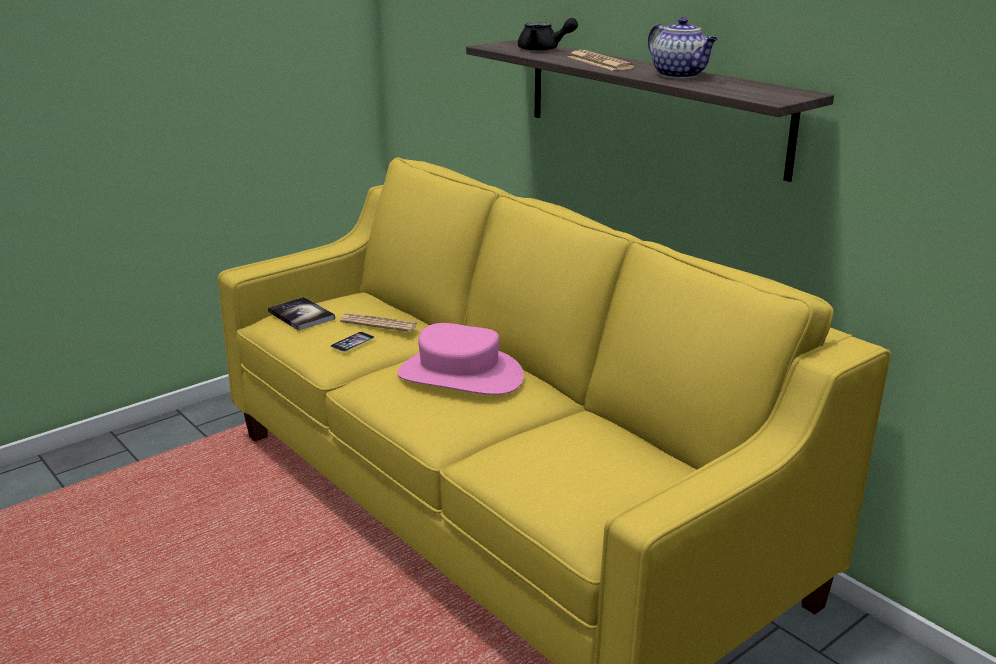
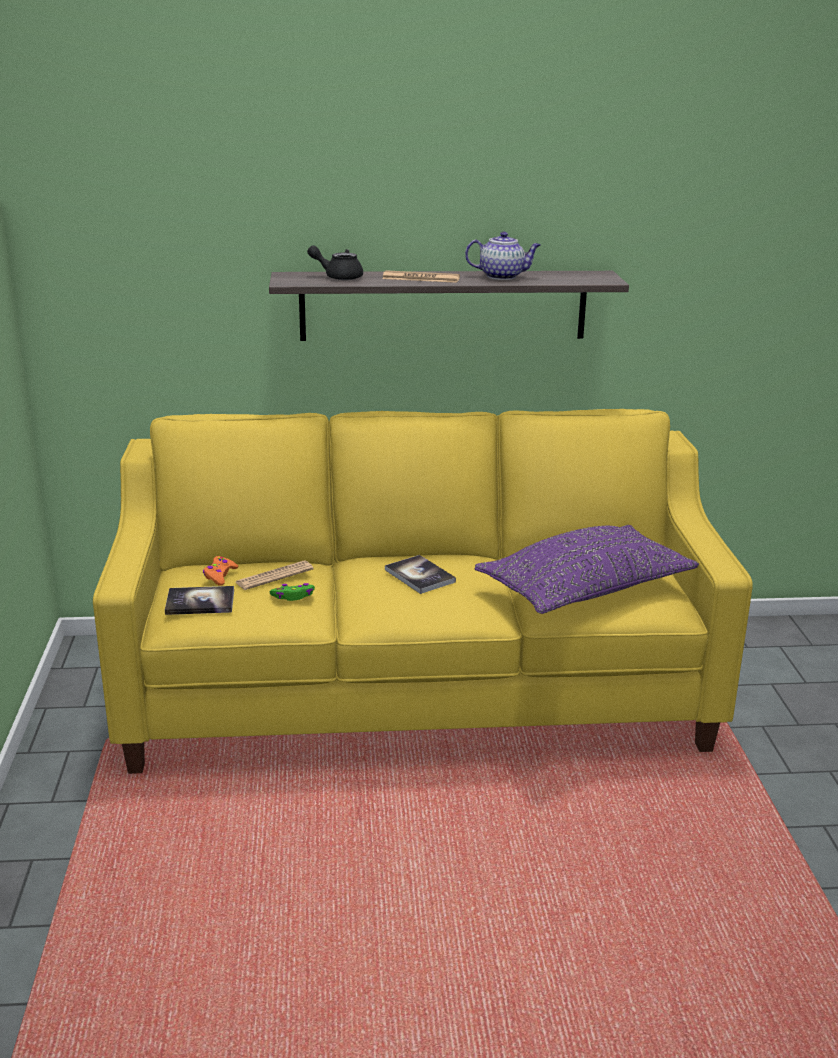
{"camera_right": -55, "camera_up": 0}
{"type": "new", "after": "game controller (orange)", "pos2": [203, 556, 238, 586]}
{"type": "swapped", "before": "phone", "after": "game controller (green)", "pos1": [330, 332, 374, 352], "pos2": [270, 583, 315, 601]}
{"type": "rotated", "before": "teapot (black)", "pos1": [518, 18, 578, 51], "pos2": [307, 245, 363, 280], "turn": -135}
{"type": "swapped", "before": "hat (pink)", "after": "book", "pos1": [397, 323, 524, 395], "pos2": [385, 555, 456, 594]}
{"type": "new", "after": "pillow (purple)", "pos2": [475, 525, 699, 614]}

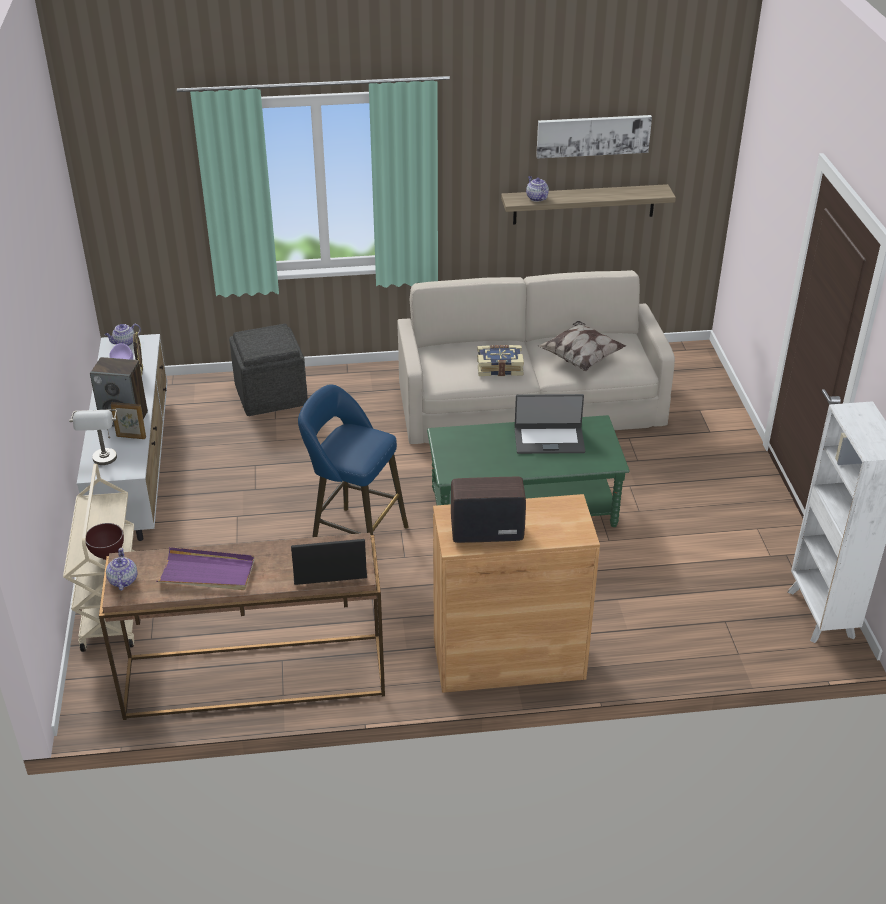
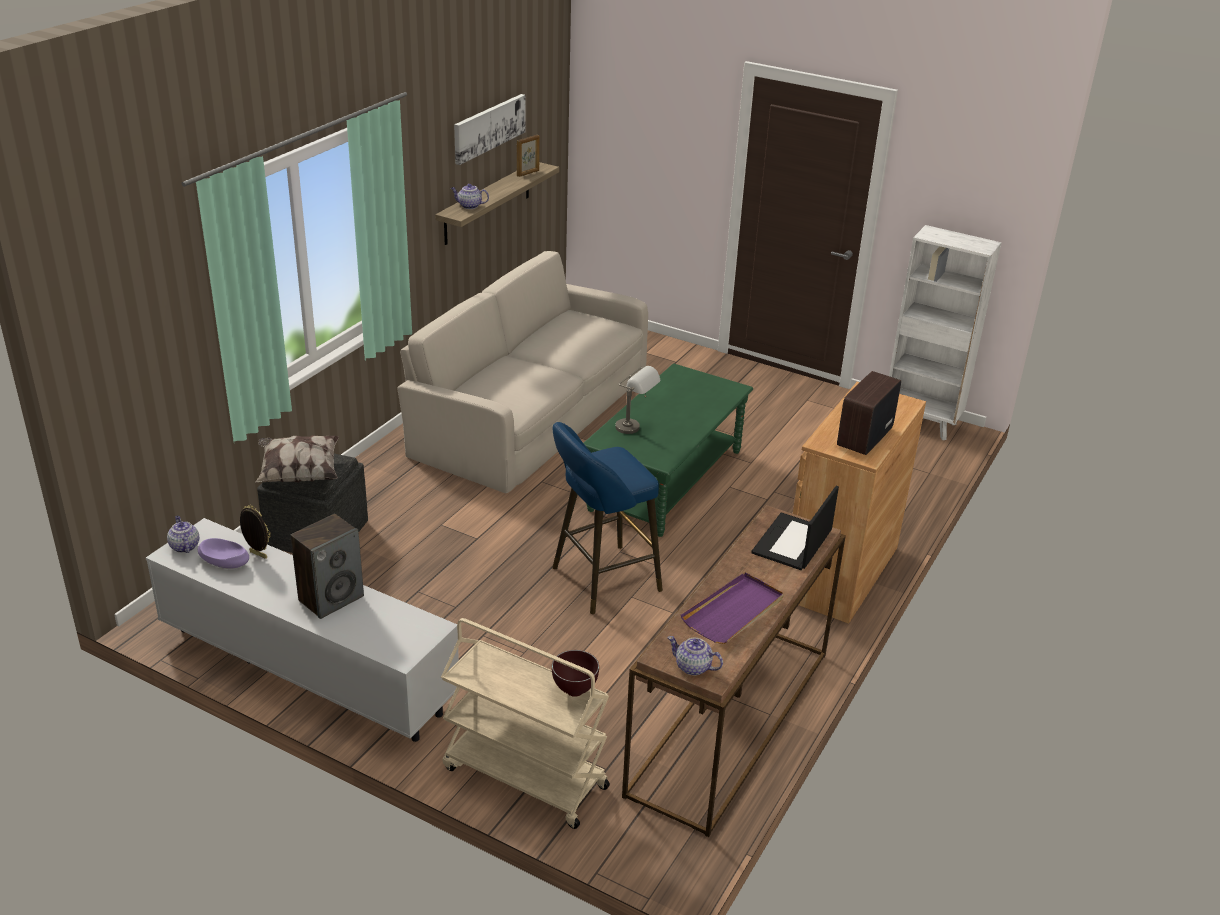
{"camera_right": -55, "camera_up": -5}
{"type": "rotated", "before": "teapot", "pos1": [105, 324, 141, 346], "pos2": [167, 516, 199, 553], "turn": 150}
{"type": "shifted", "before": "pillow", "pos1": [538, 321, 626, 371], "pos2": [255, 436, 339, 483]}
{"type": "shifted", "before": "picture frame", "pos1": [111, 402, 146, 439], "pos2": [517, 135, 540, 177]}
{"type": "shifted", "before": "table lamp (grey)", "pos1": [69, 409, 117, 465], "pos2": [615, 366, 660, 434]}
{"type": "gone", "before": "book", "pos1": [477, 345, 524, 376]}
{"type": "gone", "before": "laptop", "pos1": [515, 394, 585, 454]}

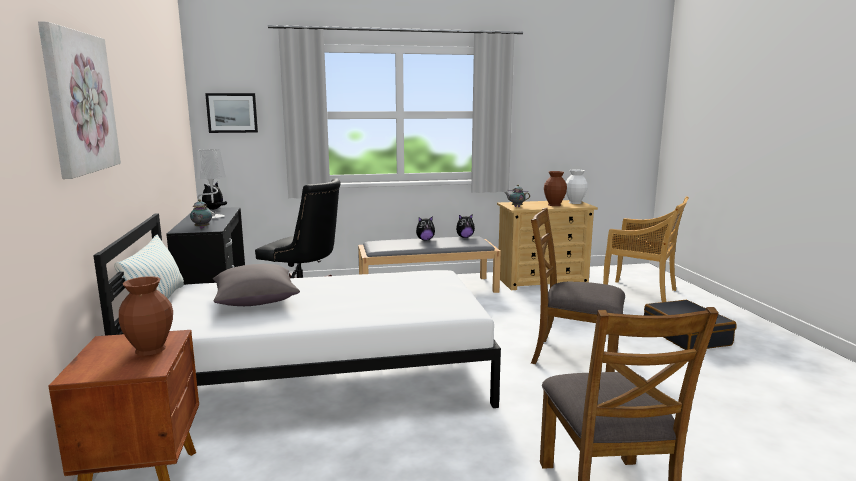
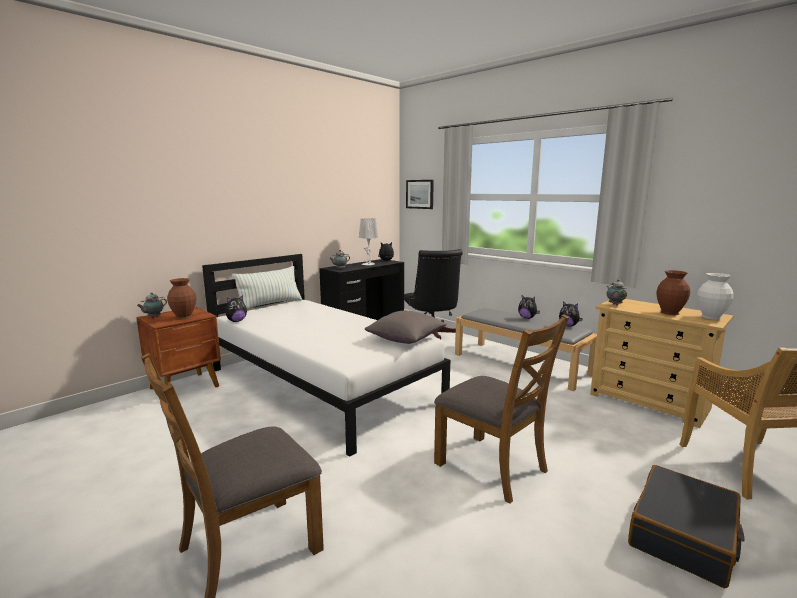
{"camera_right": 55, "camera_up": 0}
{"type": "new", "after": "teapot", "pos2": [137, 293, 167, 318]}
{"type": "new", "after": "plush toy", "pos2": [225, 295, 247, 322]}
{"type": "shifted", "before": "pillow (grey)", "pos1": [213, 264, 300, 306], "pos2": [365, 311, 447, 344]}
{"type": "rotated", "before": "chair (brown)", "pos1": [531, 208, 625, 372], "pos2": [434, 314, 569, 504], "turn": 150}
{"type": "gone", "before": "picture", "pos1": [38, 21, 121, 179]}

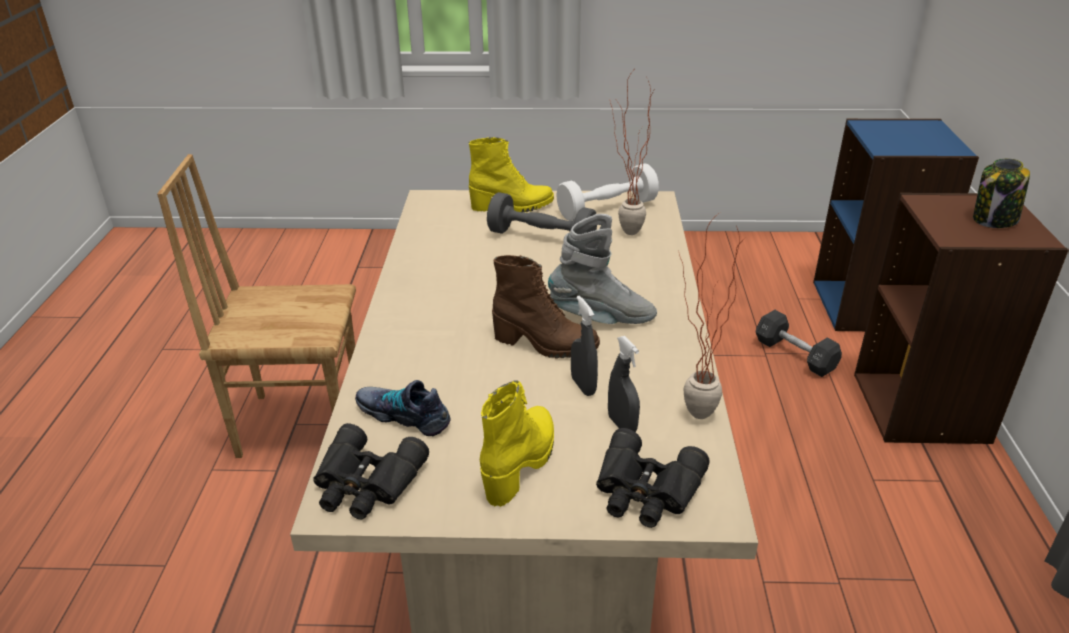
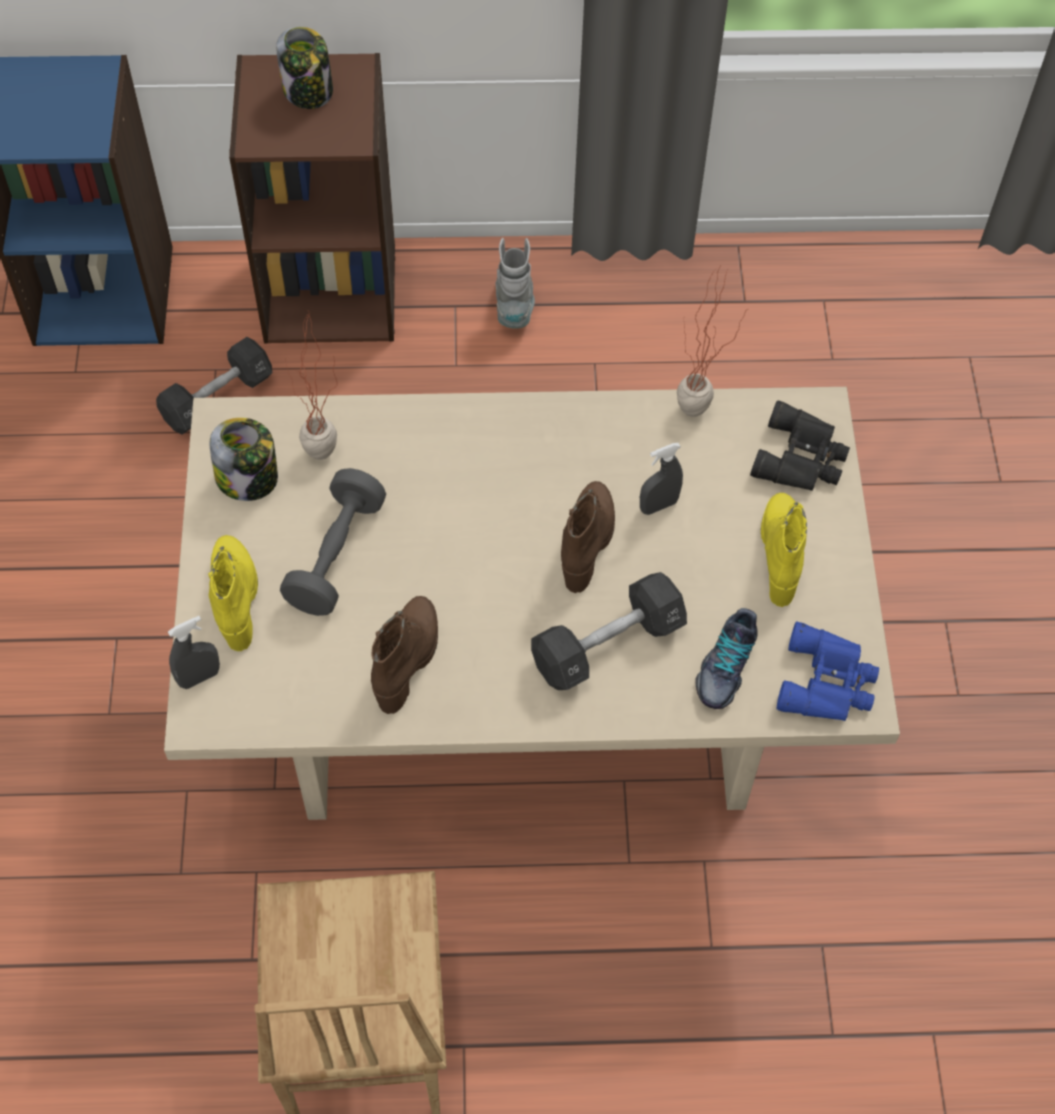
{"camera_right": -95, "camera_up": 25}
{"type": "shifted", "before": "spray bottle (grey)", "pos1": [608, 336, 640, 432], "pos2": [168, 616, 220, 689]}
{"type": "swapped", "before": "dumbbell (white)", "after": "jar", "pos1": [556, 163, 659, 221], "pos2": [209, 418, 278, 501]}
{"type": "new", "after": "boot (brown)", "pos2": [371, 596, 438, 714]}
{"type": "shifted", "before": "boot (grey)", "pos1": [548, 214, 657, 324], "pos2": [496, 238, 535, 329]}
{"type": "new", "after": "dumbbell (black)", "pos2": [531, 572, 687, 690]}
{"type": "rotated", "before": "boot (yellow)", "pos1": [480, 380, 554, 507], "pos2": [761, 493, 807, 607], "turn": 75}
{"type": "repainted", "before": "binoculars (black)", "after": "binoculars (blue)", "pos1": [313, 423, 429, 520], "pos2": [777, 622, 879, 721]}

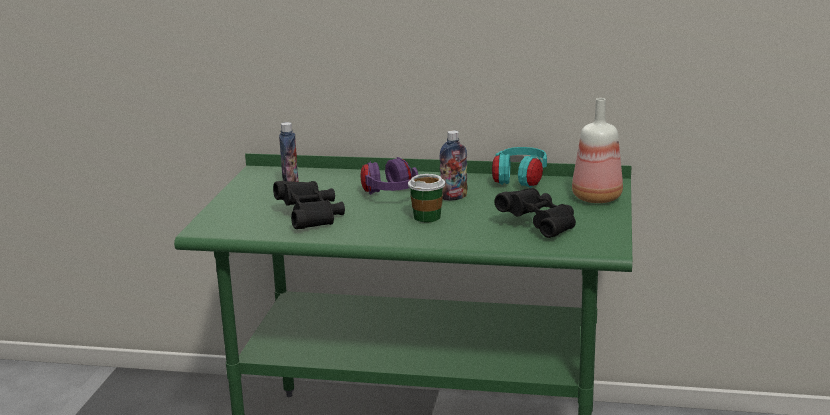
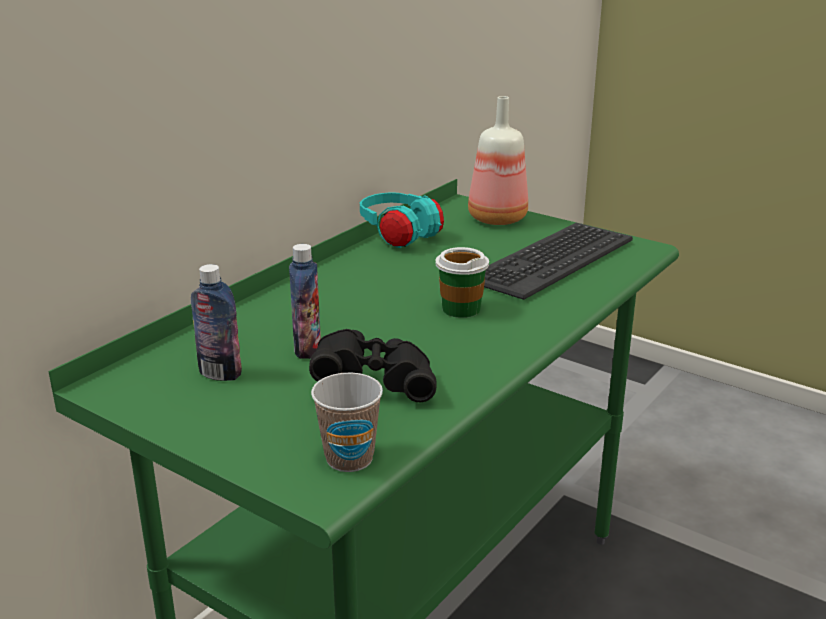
{"camera_right": -65, "camera_up": 5}
{"type": "shifted", "before": "bottle", "pos1": [439, 130, 468, 200], "pos2": [289, 244, 321, 359]}
{"type": "new", "after": "cup", "pos2": [311, 373, 383, 472]}
{"type": "swapped", "before": "binoculars (black)", "after": "keyboard", "pos1": [494, 188, 576, 238], "pos2": [484, 223, 633, 300]}
{"type": "gone", "before": "headphones (purple)", "pos1": [360, 157, 418, 195]}

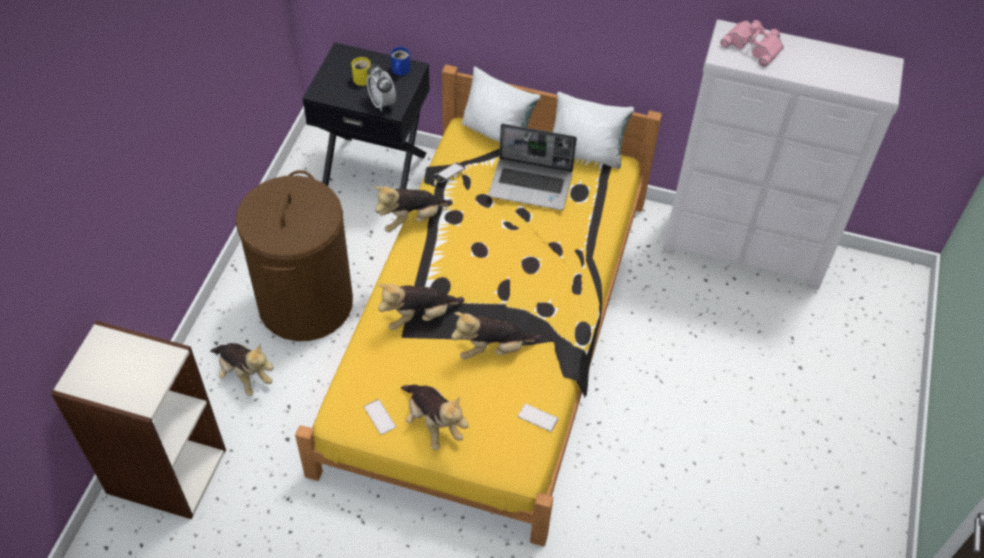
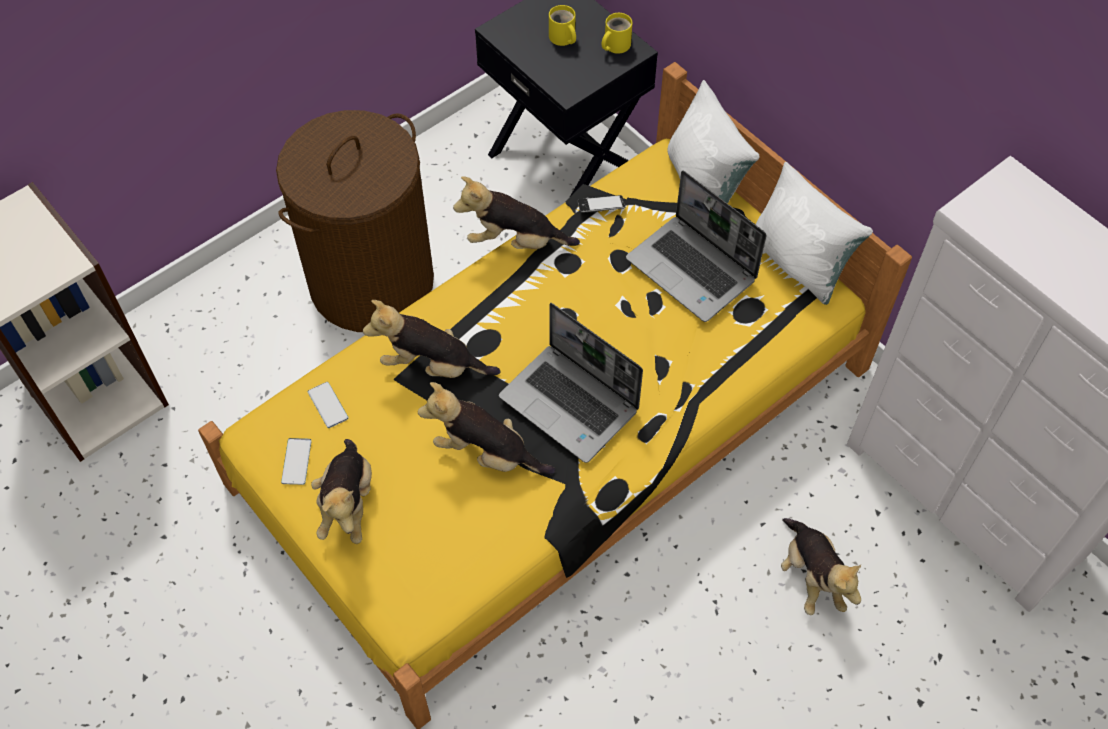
{"camera_right": 35, "camera_up": 5}
{"type": "shifted", "before": "phone", "pos1": [518, 404, 558, 432], "pos2": [308, 382, 348, 428]}
{"type": "new", "after": "laptop", "pos2": [499, 303, 643, 463]}
{"type": "repainted", "before": "mug (blue)", "after": "mug (yellow)", "pos1": [391, 47, 410, 76], "pos2": [602, 13, 632, 54]}
{"type": "shifted", "before": "plush toy", "pos1": [210, 343, 273, 396], "pos2": [781, 518, 861, 615]}
{"type": "gone", "before": "alarm clock", "pos1": [367, 64, 396, 112]}
{"type": "gone", "before": "binoculars (pink)", "pos1": [720, 20, 783, 67]}

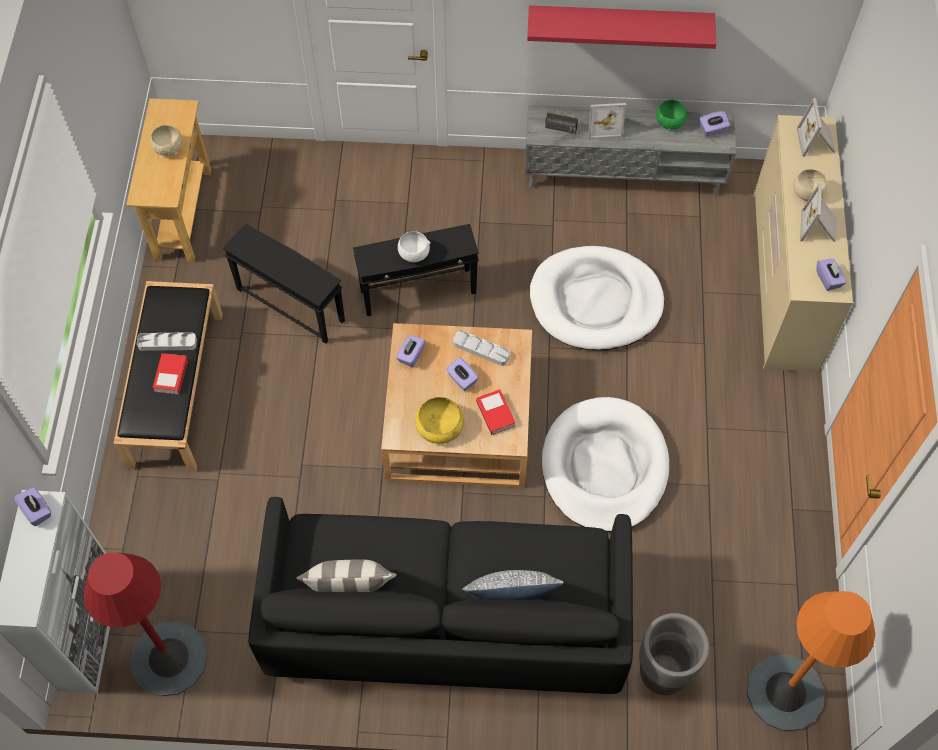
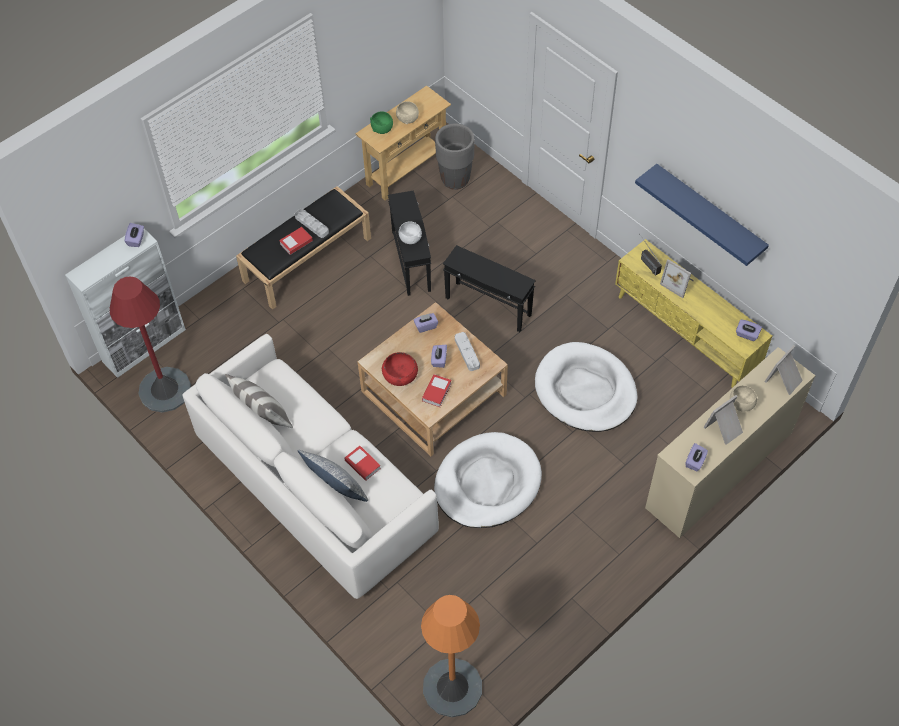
{"camera_right": 45, "camera_up": -5}
{"type": "repainted", "before": "sofa (black)", "after": "sofa (white)", "pos1": [248, 497, 633, 694], "pos2": [182, 334, 439, 599]}
{"type": "new", "after": "book", "pos2": [345, 446, 381, 481]}
{"type": "shifted", "before": "bowl (green)", "pos1": [656, 100, 687, 131], "pos2": [370, 111, 393, 134]}
{"type": "repainted", "before": "bowl (yellow)", "after": "bowl (red)", "pos1": [415, 397, 464, 444], "pos2": [382, 352, 418, 386]}
{"type": "shifted", "before": "bowl (white)", "pos1": [398, 231, 430, 262], "pos2": [399, 221, 422, 244]}
{"type": "shifted", "before": "planter (grey)", "pos1": [639, 613, 709, 695], "pos2": [435, 124, 475, 190]}
{"type": "repainted", "before": "tv stand (grey)", "after": "tv stand (yellow)", "pos1": [525, 105, 736, 196], "pos2": [615, 239, 772, 388]}
{"type": "repainted", "before": "shelf (red)", "after": "shelf (blue)", "pos1": [527, 5, 716, 49], "pos2": [635, 164, 769, 266]}

